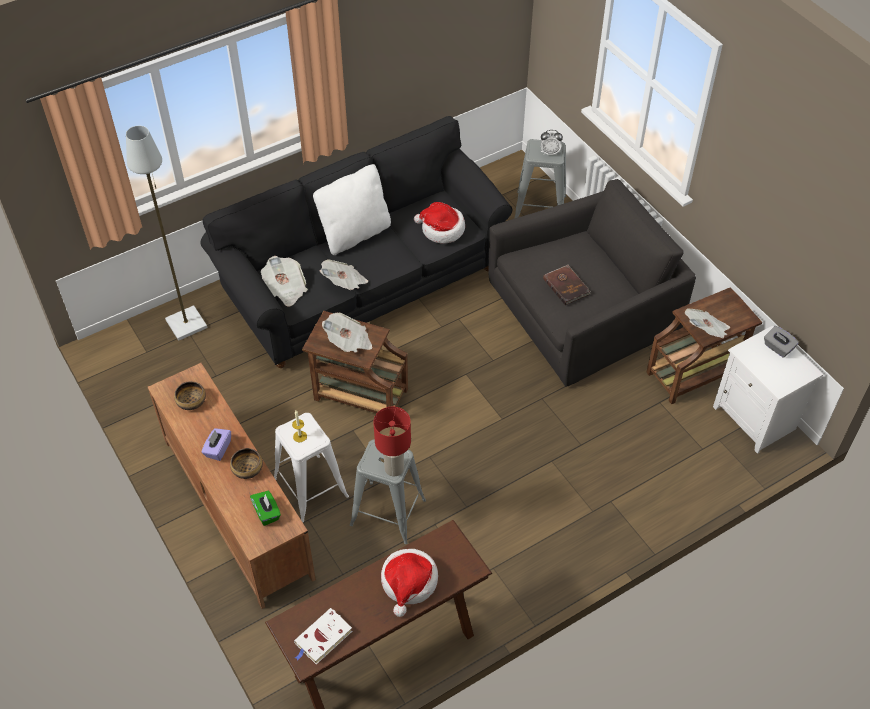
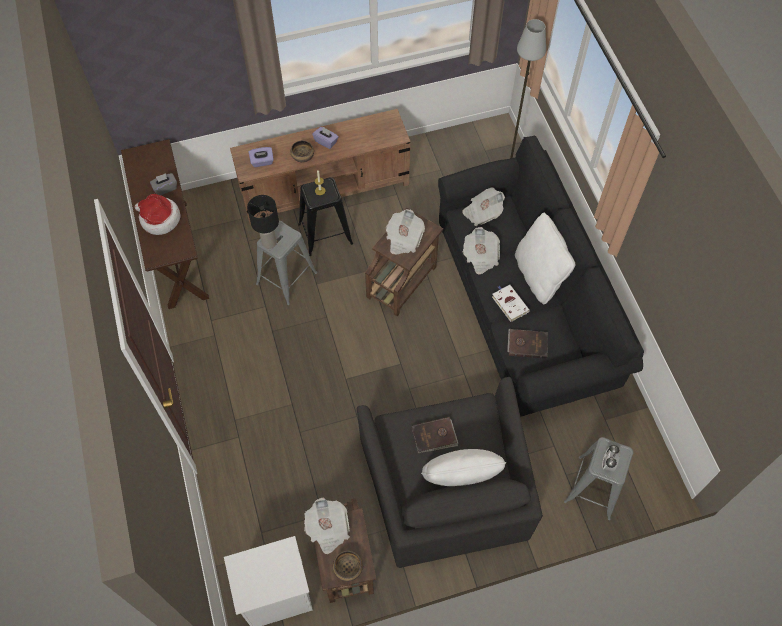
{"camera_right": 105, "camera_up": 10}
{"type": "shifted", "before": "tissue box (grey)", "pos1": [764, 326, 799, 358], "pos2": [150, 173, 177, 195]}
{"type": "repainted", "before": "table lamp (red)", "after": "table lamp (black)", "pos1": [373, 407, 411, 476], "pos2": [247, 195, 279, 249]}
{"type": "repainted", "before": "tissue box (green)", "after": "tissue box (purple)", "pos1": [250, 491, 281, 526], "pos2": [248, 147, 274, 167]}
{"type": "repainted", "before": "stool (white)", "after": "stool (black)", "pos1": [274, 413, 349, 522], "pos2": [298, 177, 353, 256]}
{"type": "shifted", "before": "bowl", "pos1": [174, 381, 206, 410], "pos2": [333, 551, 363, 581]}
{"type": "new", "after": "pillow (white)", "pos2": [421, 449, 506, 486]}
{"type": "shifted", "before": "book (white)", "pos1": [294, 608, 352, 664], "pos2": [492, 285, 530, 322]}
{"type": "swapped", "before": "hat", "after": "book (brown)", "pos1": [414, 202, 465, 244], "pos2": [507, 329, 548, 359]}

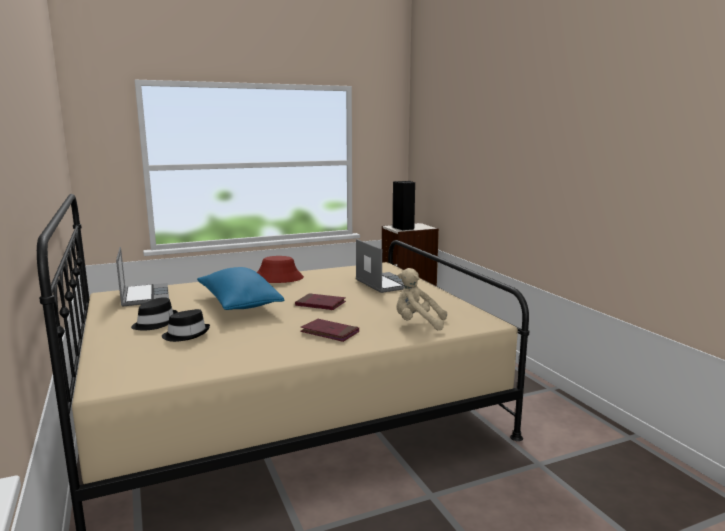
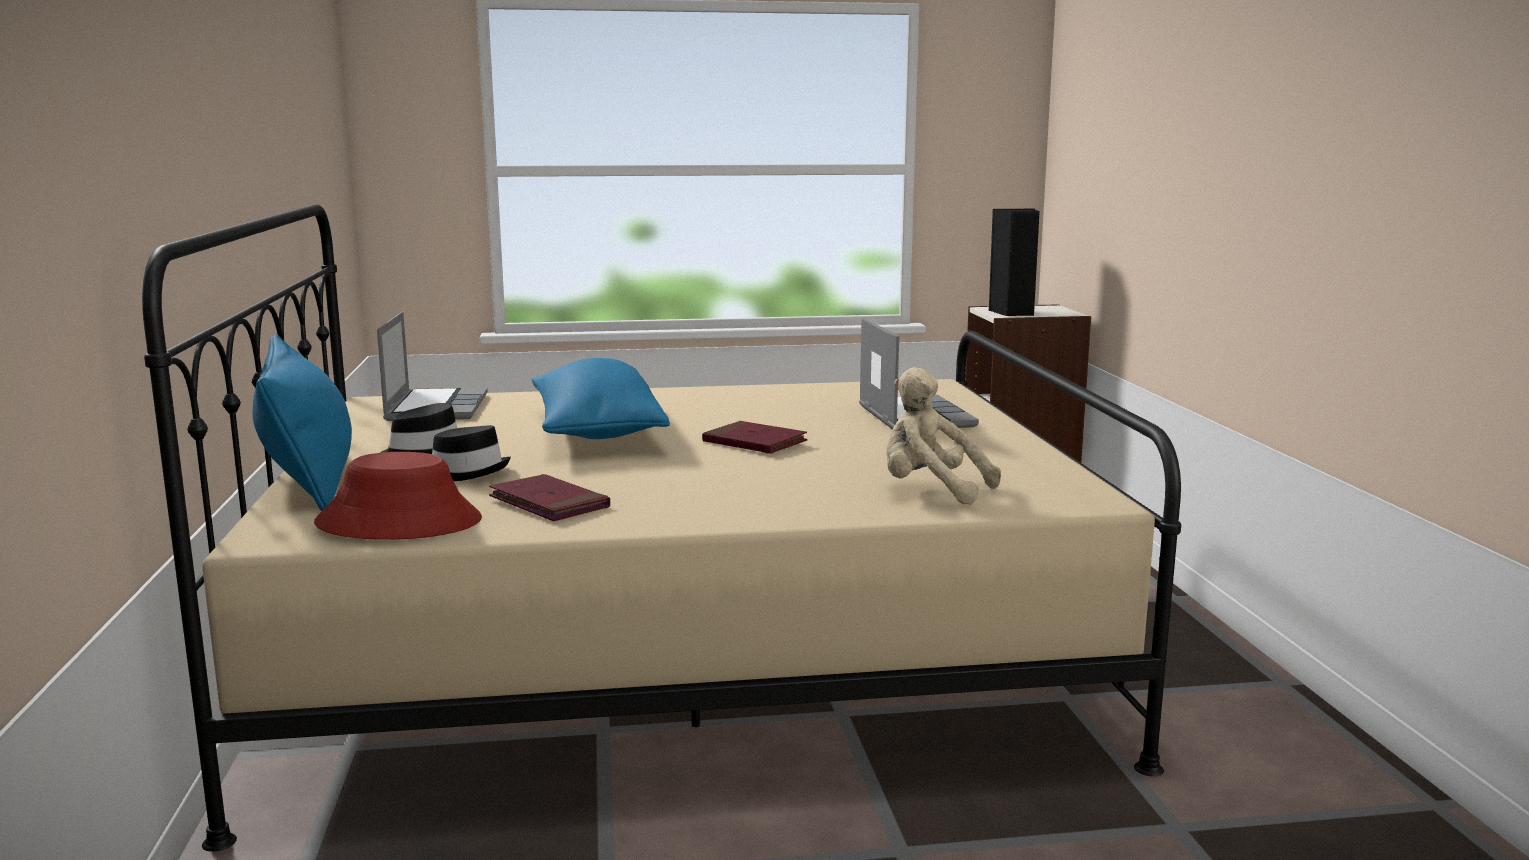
{"camera_right": 15, "camera_up": 0}
{"type": "new", "after": "pillow (blue)", "pos2": [253, 334, 352, 511]}
{"type": "shifted", "before": "hat (red)", "pos1": [257, 256, 304, 283], "pos2": [314, 452, 482, 540]}
{"type": "shifted", "before": "book (red)", "pos1": [300, 319, 359, 342], "pos2": [489, 474, 610, 521]}

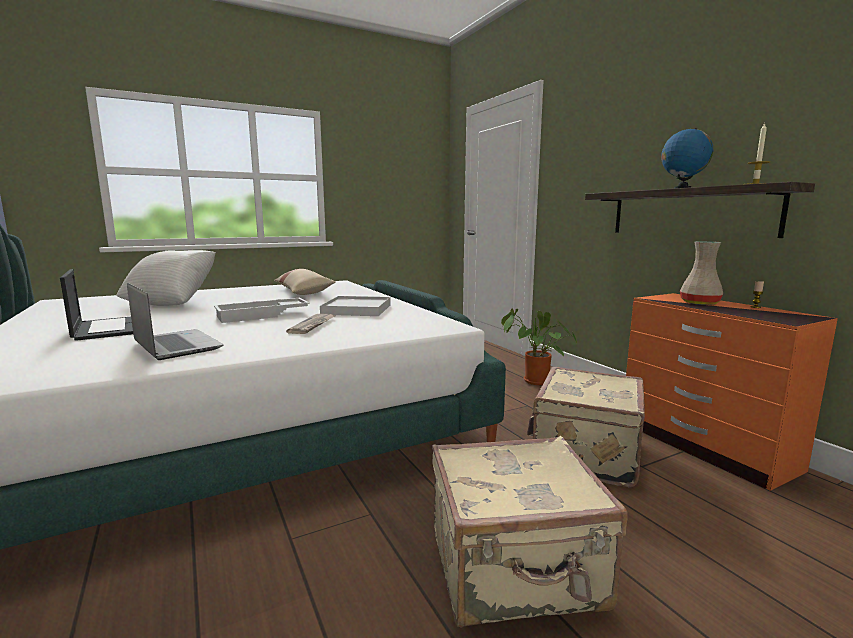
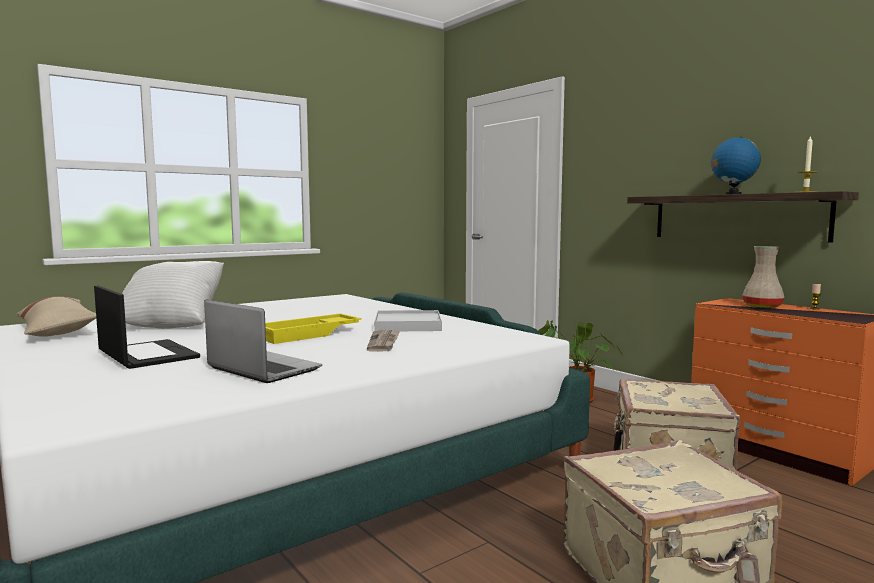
{"camera_right": -10, "camera_up": -5}
{"type": "shifted", "before": "pillow (beige)", "pos1": [274, 269, 335, 295], "pos2": [16, 297, 96, 337]}
{"type": "repainted", "before": "tray (white)", "after": "tray (yellow)", "pos1": [214, 298, 310, 323], "pos2": [265, 313, 362, 344]}

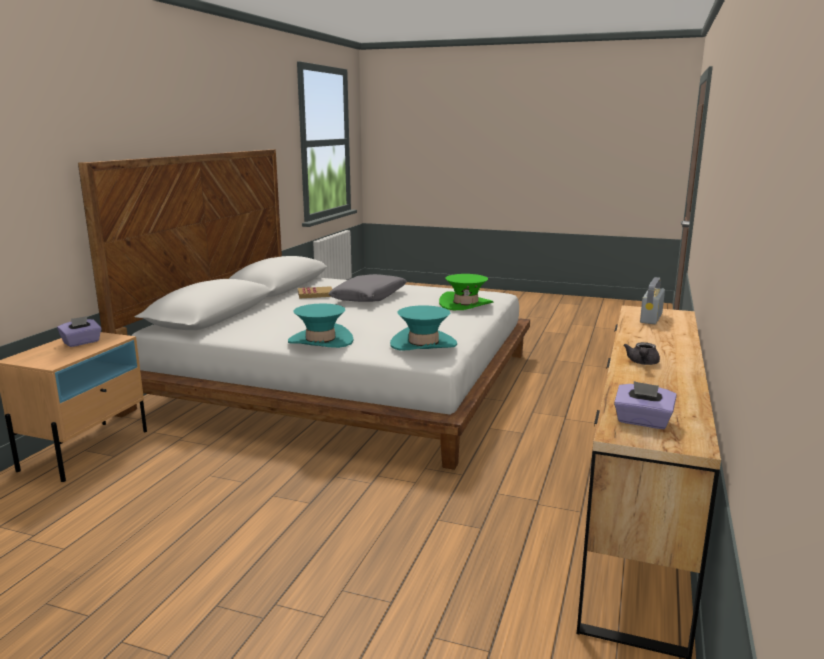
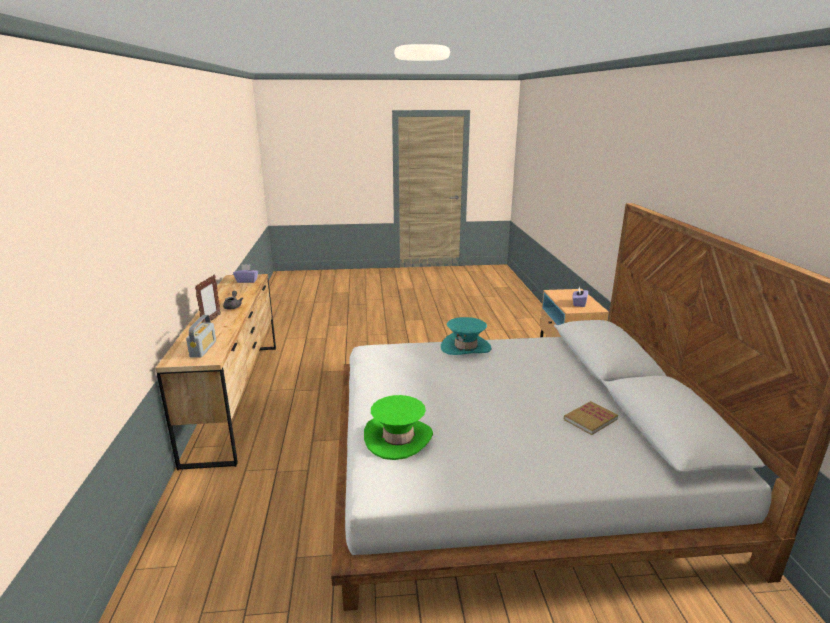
{"camera_right": 155, "camera_up": 5}
{"type": "new", "after": "picture frame", "pos2": [195, 274, 221, 323]}
{"type": "gone", "before": "pillow (grey)", "pos1": [328, 274, 407, 302]}
{"type": "gone", "before": "hat (turquoise)", "pos1": [390, 305, 457, 351]}

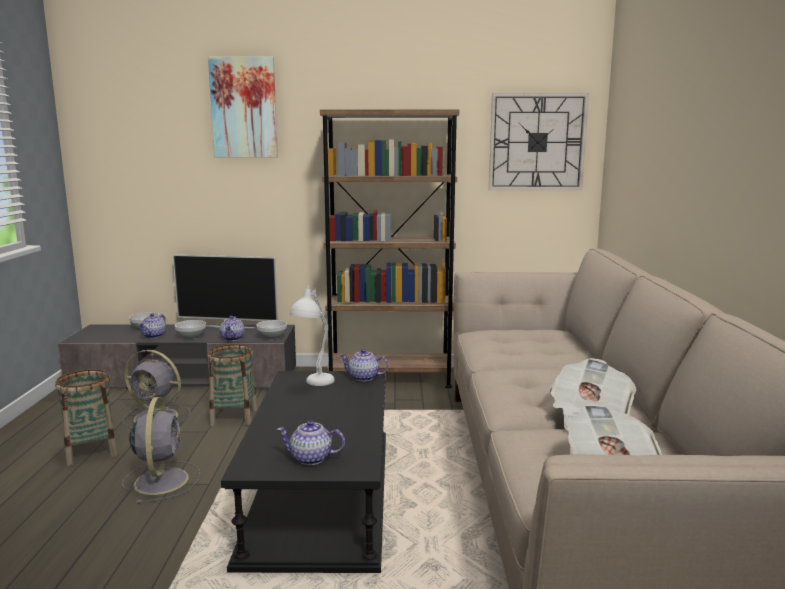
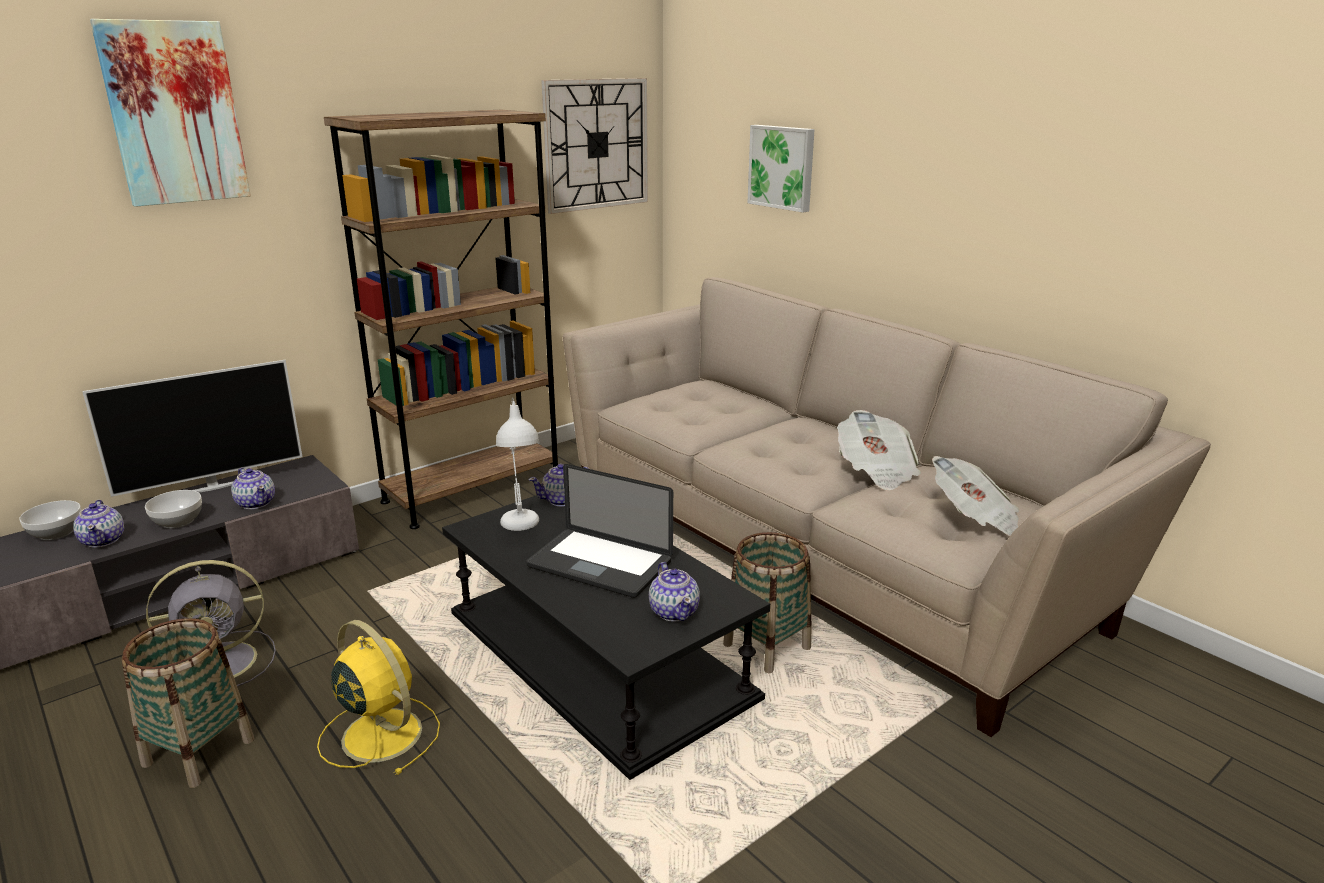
{"camera_right": -40, "camera_up": 10}
{"type": "repainted", "before": "fan (grey)", "after": "fan (yellow)", "pos1": [122, 397, 200, 504], "pos2": [317, 620, 440, 775]}
{"type": "new", "after": "laptop", "pos2": [527, 464, 673, 598]}
{"type": "rotated", "before": "teapot", "pos1": [277, 420, 345, 465], "pos2": [649, 562, 700, 622], "turn": -75}
{"type": "shifted", "before": "basket", "pos1": [207, 344, 258, 426], "pos2": [723, 532, 811, 673]}
{"type": "new", "after": "picture", "pos2": [748, 125, 815, 212]}
{"type": "gone", "before": "bowl", "pos1": [257, 320, 287, 340]}

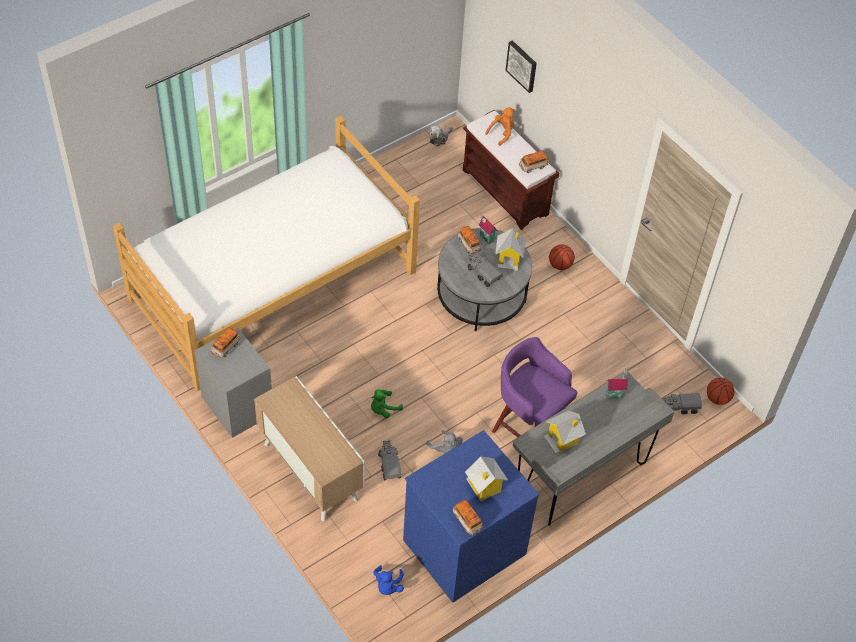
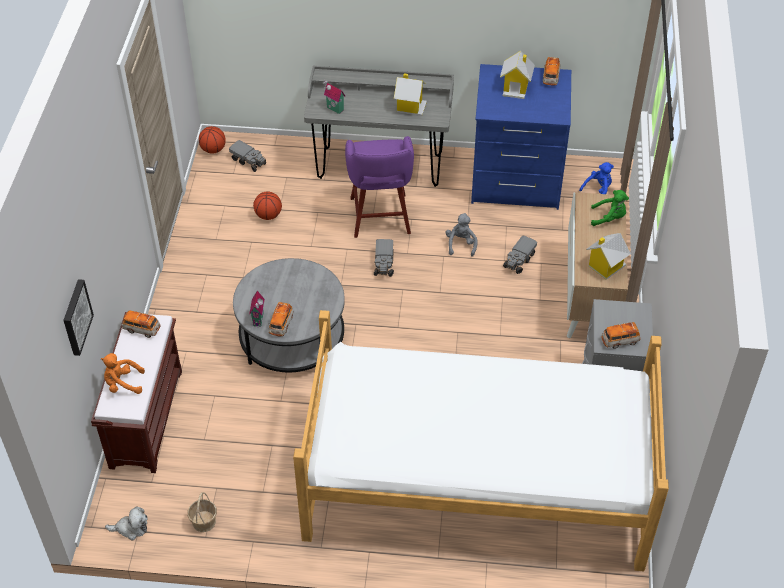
{"camera_right": -135, "camera_up": -5}
{"type": "new", "after": "basket", "pos2": [187, 492, 217, 532]}
{"type": "shifted", "before": "basketball", "pos1": [549, 244, 575, 270], "pos2": [253, 192, 282, 220]}
{"type": "shifted", "before": "toy truck", "pos1": [468, 252, 503, 287], "pos2": [374, 239, 394, 277]}
{"type": "shifted", "before": "toy house", "pos1": [495, 228, 526, 271], "pos2": [586, 233, 631, 280]}
{"type": "shifted", "before": "plush toy (green)", "pos1": [371, 389, 403, 418], "pos2": [591, 190, 629, 226]}

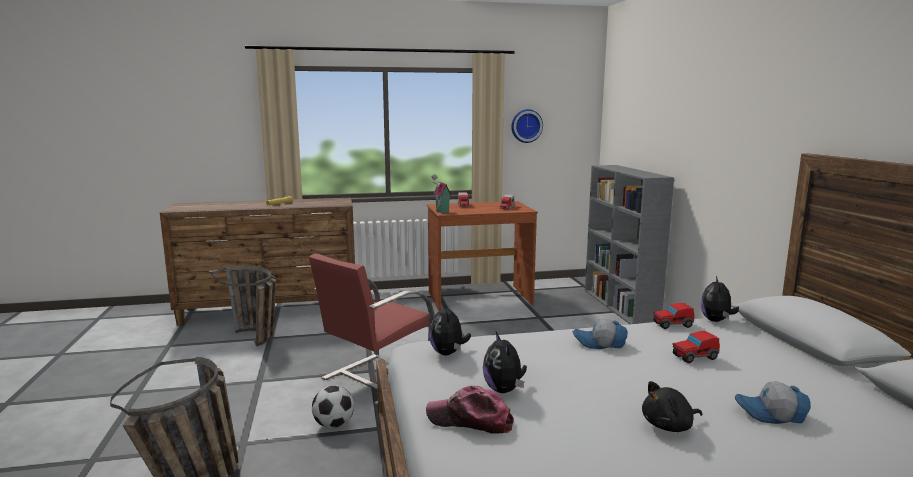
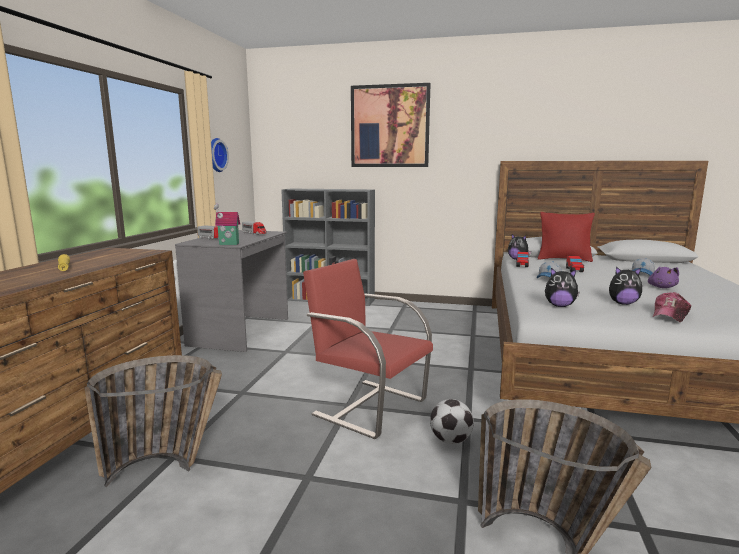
{"camera_right": -65, "camera_up": 0}
{"type": "repainted", "before": "desk (brown)", "after": "desk (grey)", "pos1": [427, 201, 538, 311], "pos2": [175, 230, 288, 352]}
{"type": "rotated", "before": "chair (red)", "pos1": [309, 253, 434, 406], "pos2": [303, 259, 433, 439], "turn": 150}
{"type": "new", "after": "picture", "pos2": [351, 83, 431, 167]}
{"type": "new", "after": "pillow (red)", "pos2": [538, 212, 595, 262]}
{"type": "repainted", "before": "plush toy (black)", "after": "plush toy (purple)", "pos1": [642, 381, 702, 432], "pos2": [648, 267, 679, 288]}

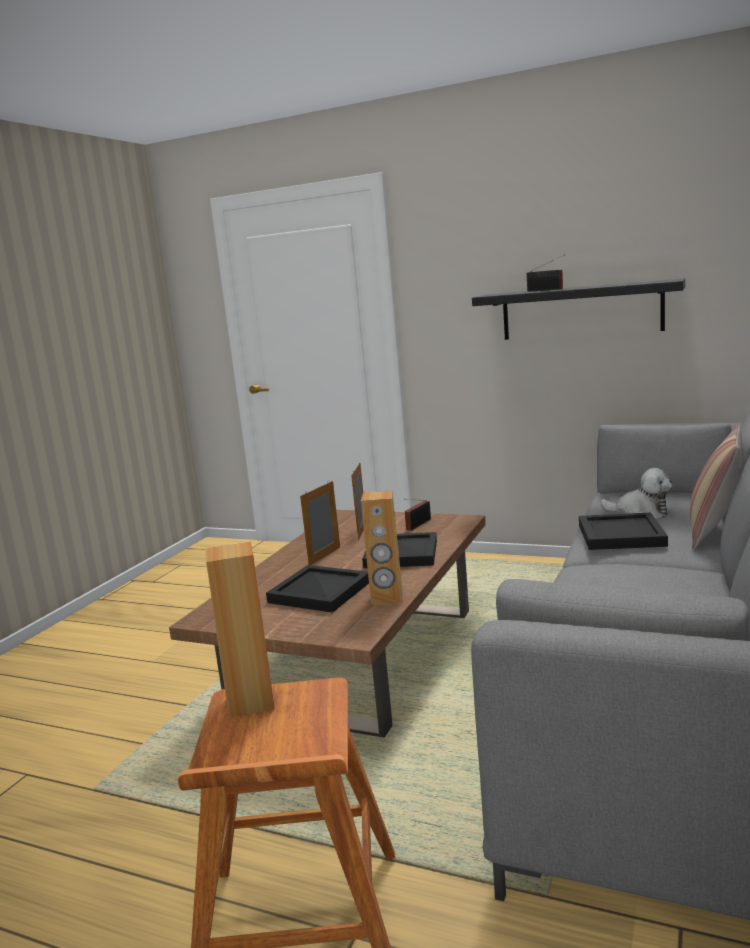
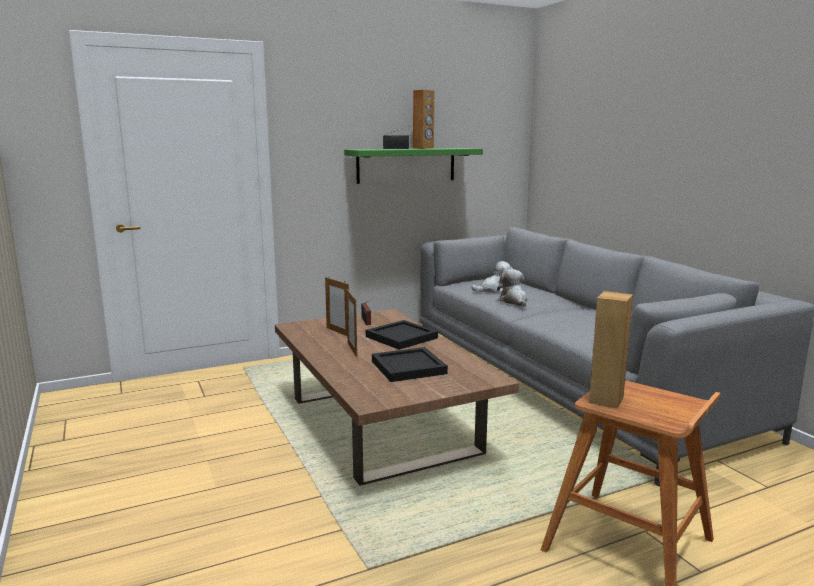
{"camera_right": -50, "camera_up": 0}
{"type": "repainted", "before": "shelf (black)", "after": "shelf (green)", "pos1": [472, 279, 685, 340], "pos2": [344, 148, 483, 184]}
{"type": "shifted", "before": "speaker (brown)", "pos1": [361, 490, 403, 605], "pos2": [413, 90, 434, 149]}
{"type": "swapped", "before": "tray (black)", "after": "plush toy", "pos1": [579, 512, 668, 550], "pos2": [497, 269, 527, 307]}
{"type": "gone", "before": "pillow", "pos1": [690, 423, 742, 549]}

